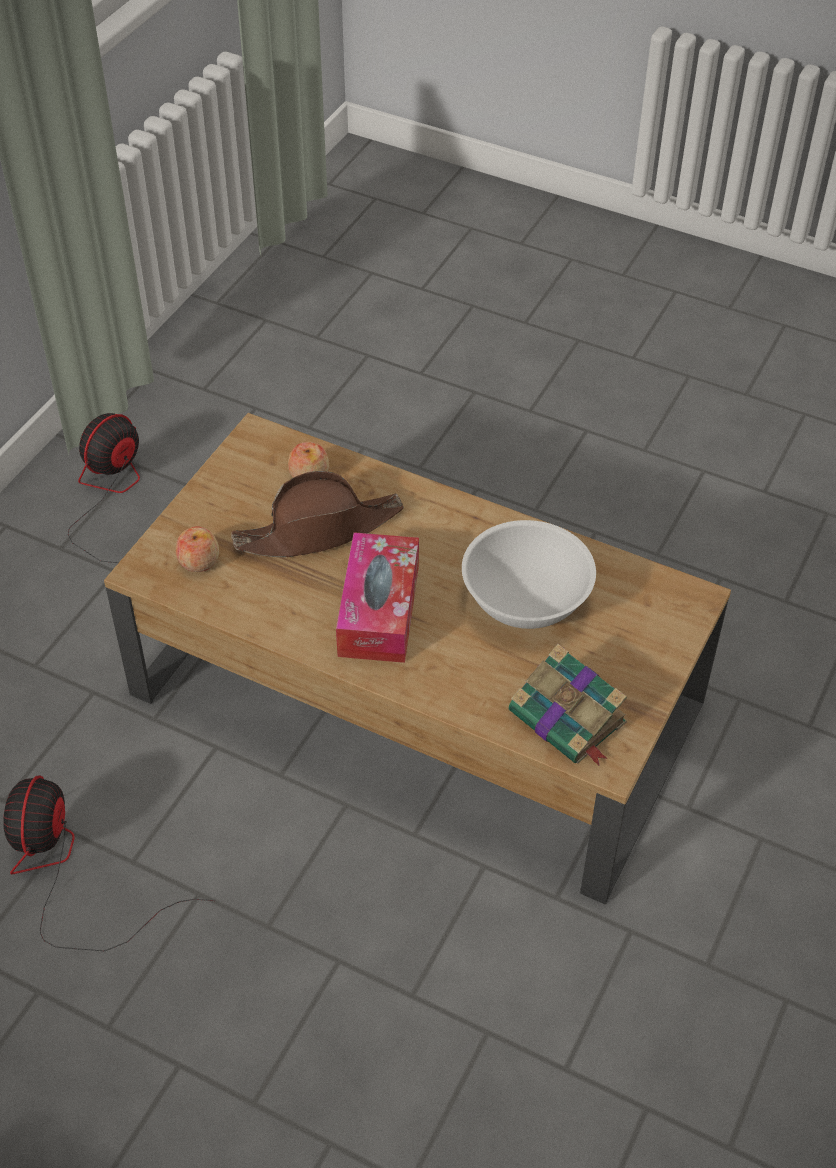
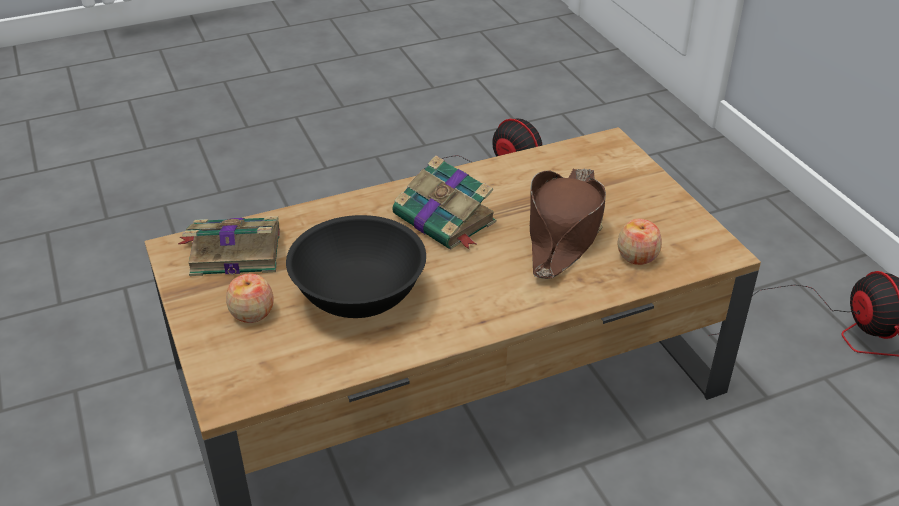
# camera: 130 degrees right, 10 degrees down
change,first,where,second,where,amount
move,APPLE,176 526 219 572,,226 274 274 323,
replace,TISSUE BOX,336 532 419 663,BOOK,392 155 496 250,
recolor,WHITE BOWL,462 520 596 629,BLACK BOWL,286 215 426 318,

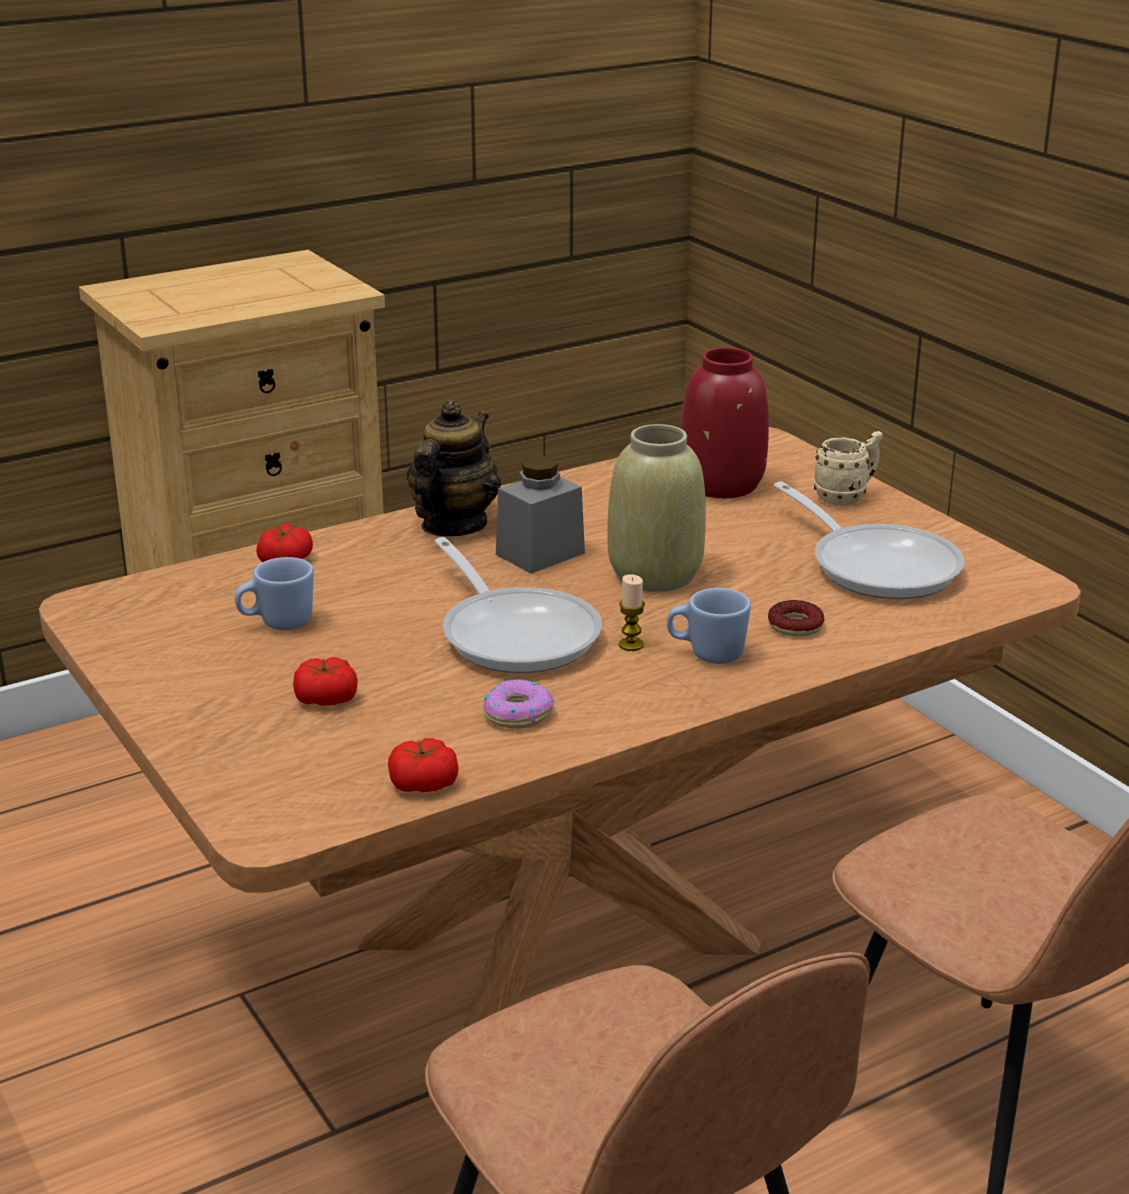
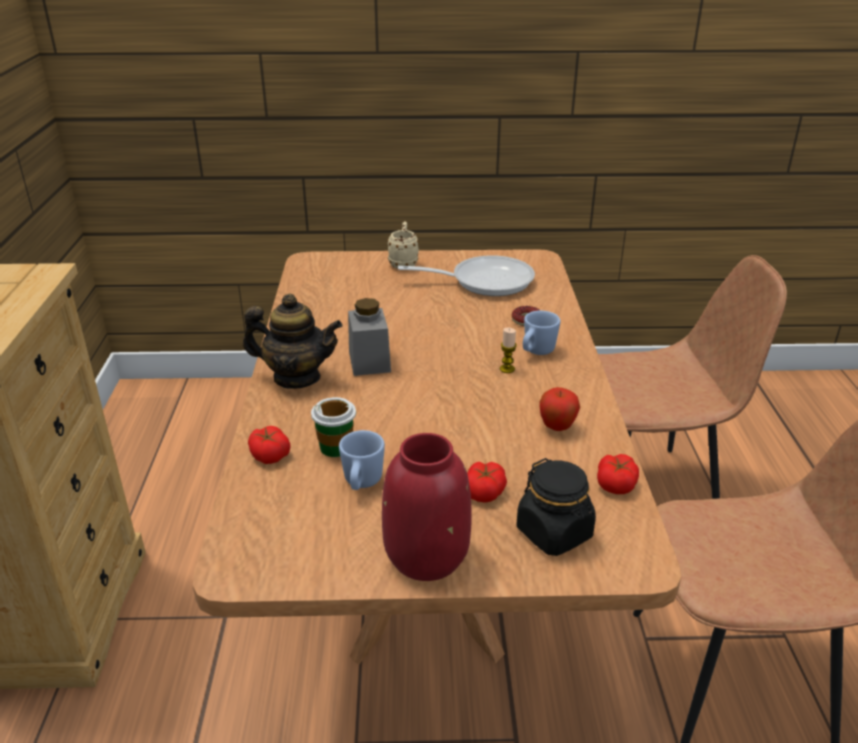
# camera: 60 degrees left, 5 degrees up
change,first,where,second,where,amount
rotate,TEAPOT,407 400 501 536,,243 294 342 389,135 degrees clockwise
delete,FRYING PAN,434 537 602 673,,,
replace,DONUT,483 679 555 728,APPLE,540 387 580 431,
delete,BEIGE VASE,607 424 706 592,,,
move,RED VASE,681 348 769 498,,382 433 472 581,
insert,,,CUP,311 397 356 457,
insert,,,BLACK JAR,517 458 596 556,

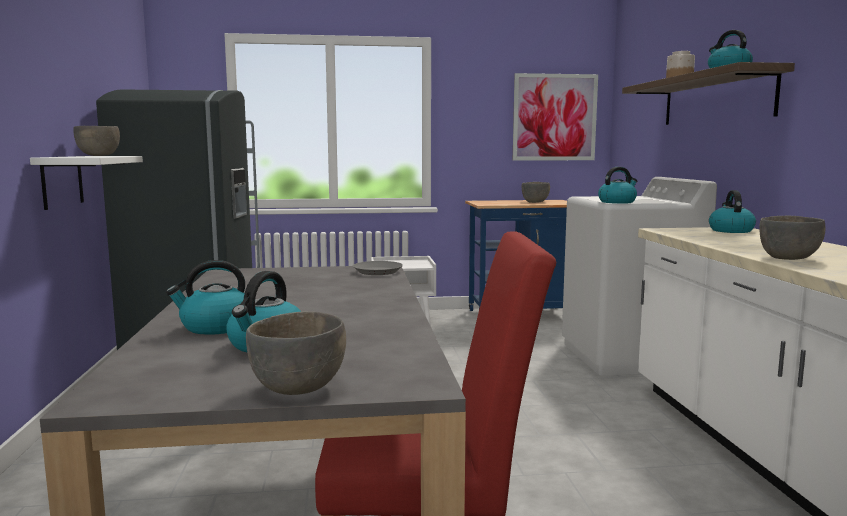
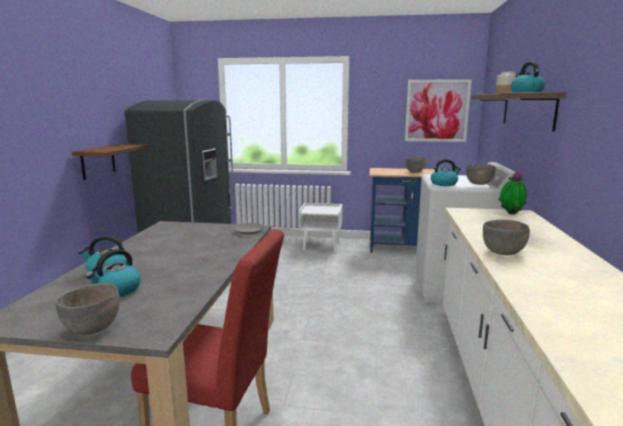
# camera: 15 degrees right, 5 degrees up
change,first,where,second,where,amount
recolor,WHITE SHELF,30 156 143 210,BROWN SHELF,72 144 148 180,
move,GREY BOWL,73 126 120 156,,466 165 495 185,
replace,KETTLE,709 190 756 233,POTTED PLANT,498 171 527 215,

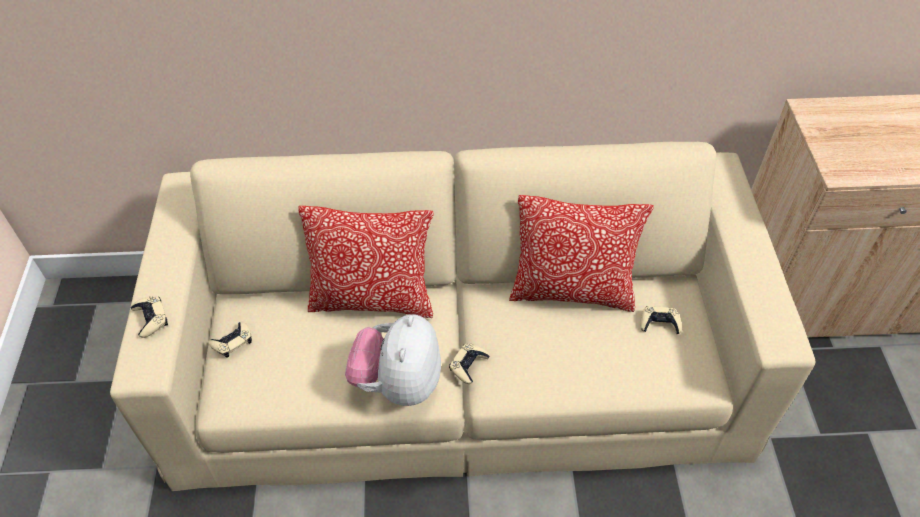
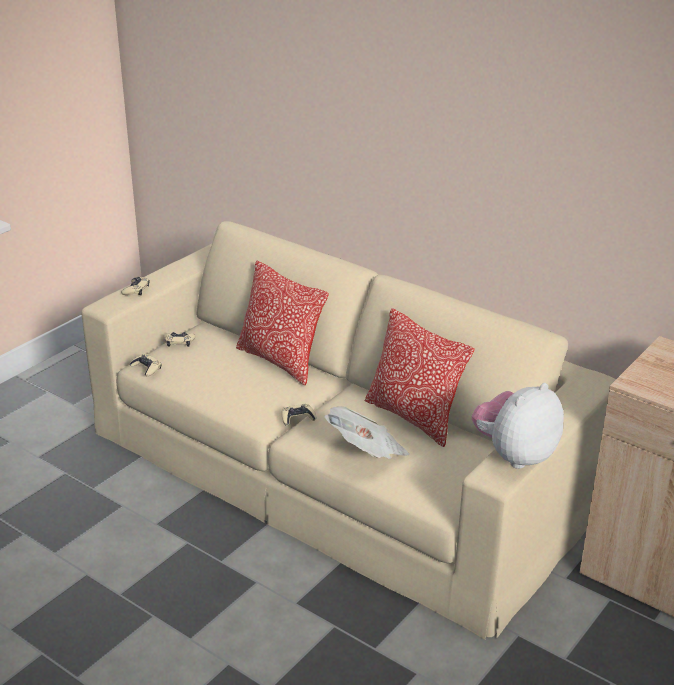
# camera: 40 degrees right, 20 degrees down
change,first,where,second,where,amount
move,PLUSH TOY,345 314 441 406,,472 383 564 469,
move,BEIGE GAME CONTROLLER,640 306 682 334,,130 354 161 377,
insert,,,NEWSPAPER,324 406 409 459,

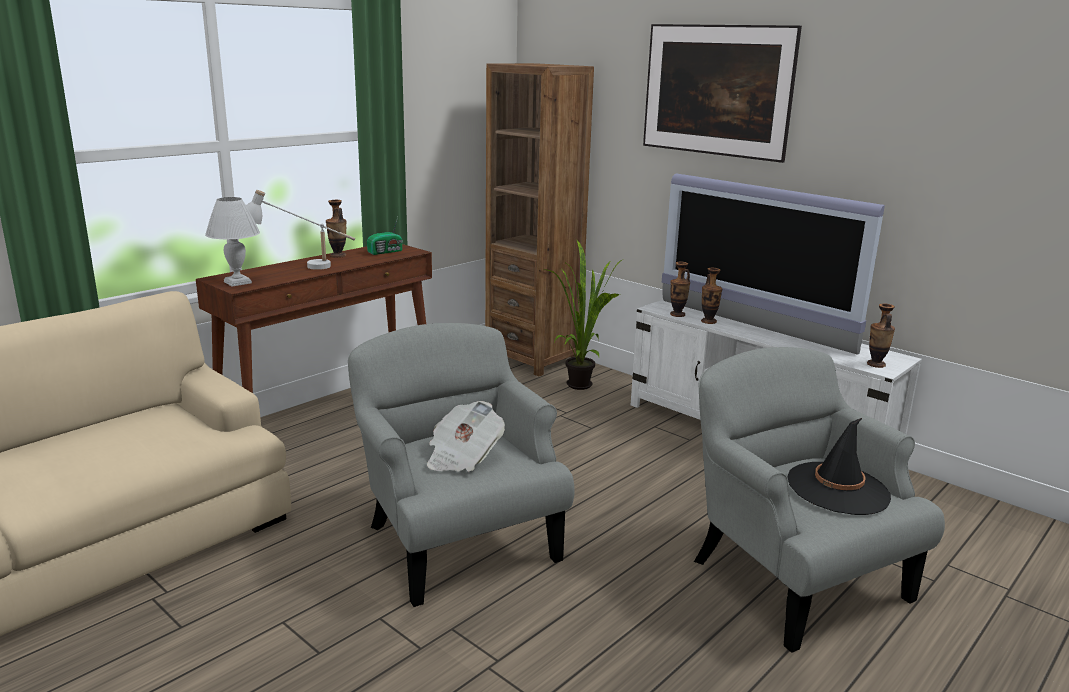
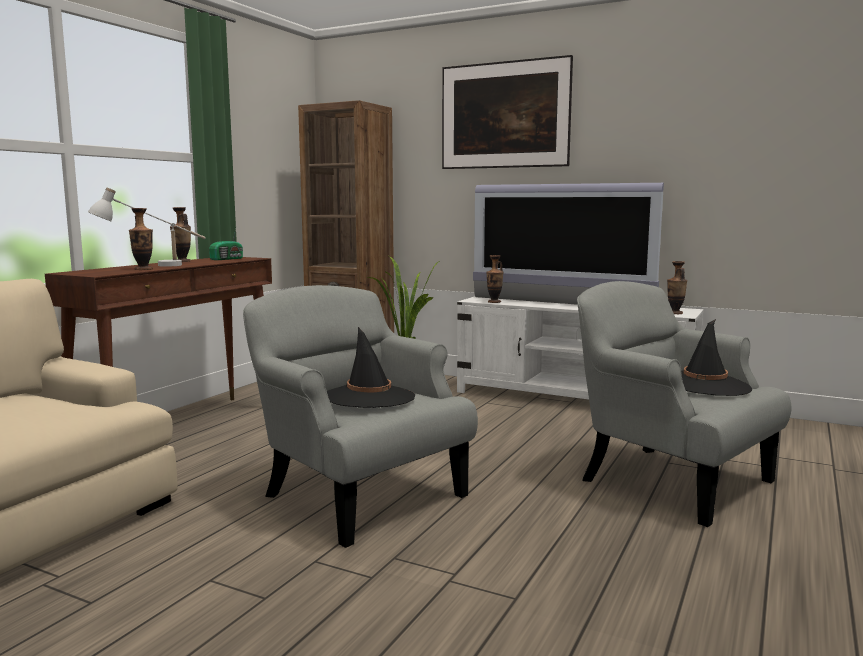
# camera: 15 degrees left, 10 degrees down
change,first,where,second,where,amount
delete,WHITE TABLE LAMP,205 197 260 287,,,
replace,NEWSPAPER,427 401 505 472,BLACK HAT,327 327 415 408,
move,VASE,701 268 722 324,,129 208 153 270,

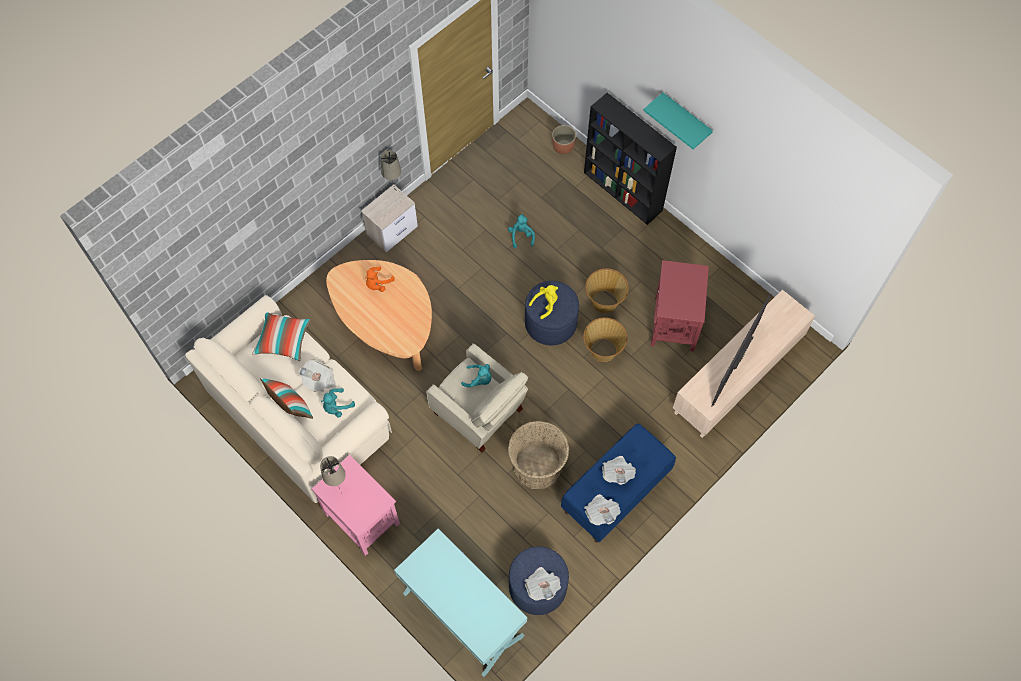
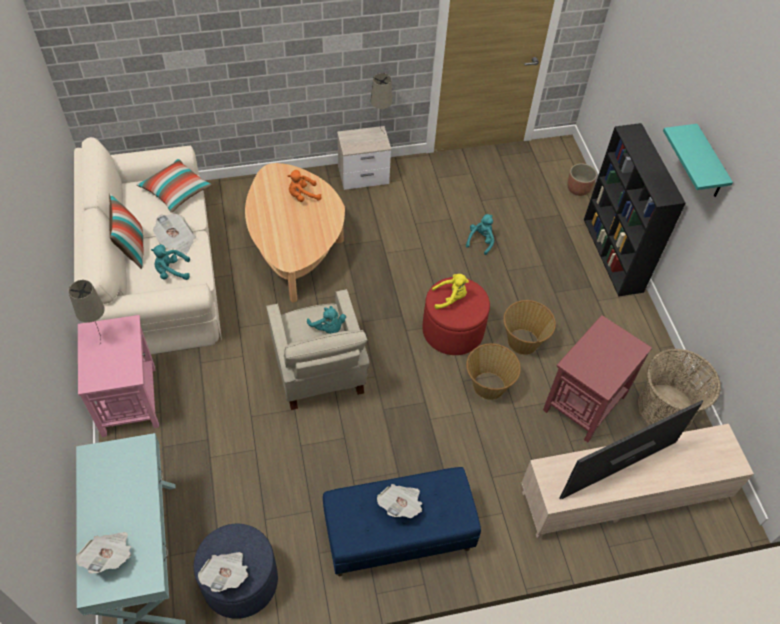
# camera: 30 degrees right, 10 degrees down
change,first,where,second,where,amount
move,BASKET,508 421 569 489,,637 349 721 431,
recolor,BLUE OTTOMAN,525 281 579 345,RED OTTOMAN,422 277 490 355,
move,NEWSPAPER,584 494 621 525,,76 532 131 573,

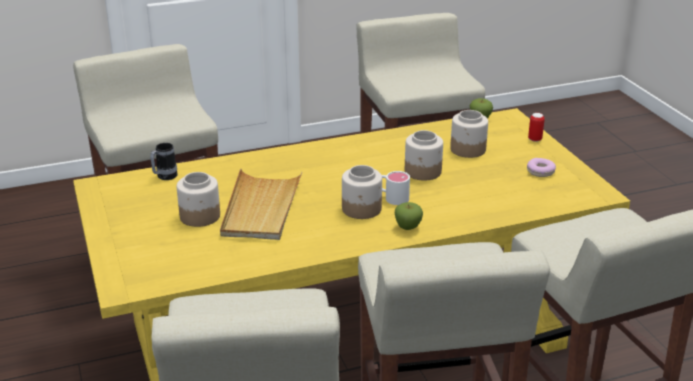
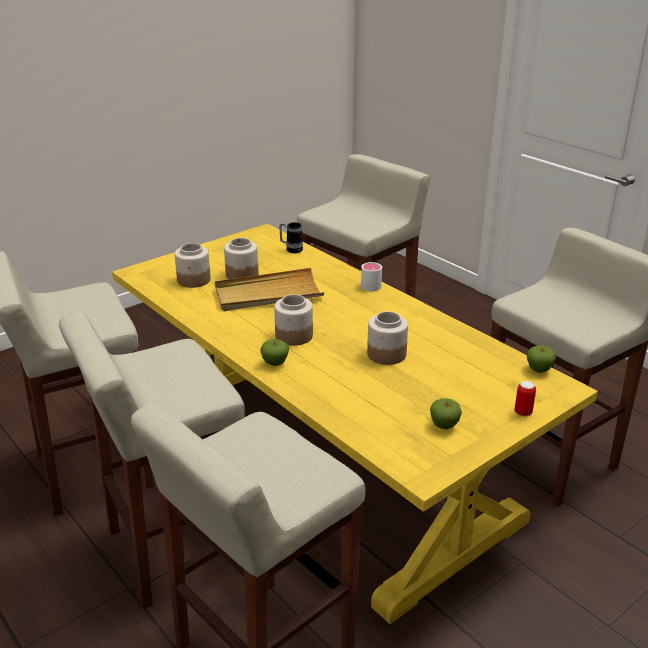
# camera: 70 degrees right, 0 degrees up
change,first,where,second,where,amount
move,WHITE MUG,382 171 410 205,,361 262 382 291,
move,JAR,450 110 488 158,,175 243 211 288,
replace,DONUT,527 158 556 177,APPLE,430 398 462 429,

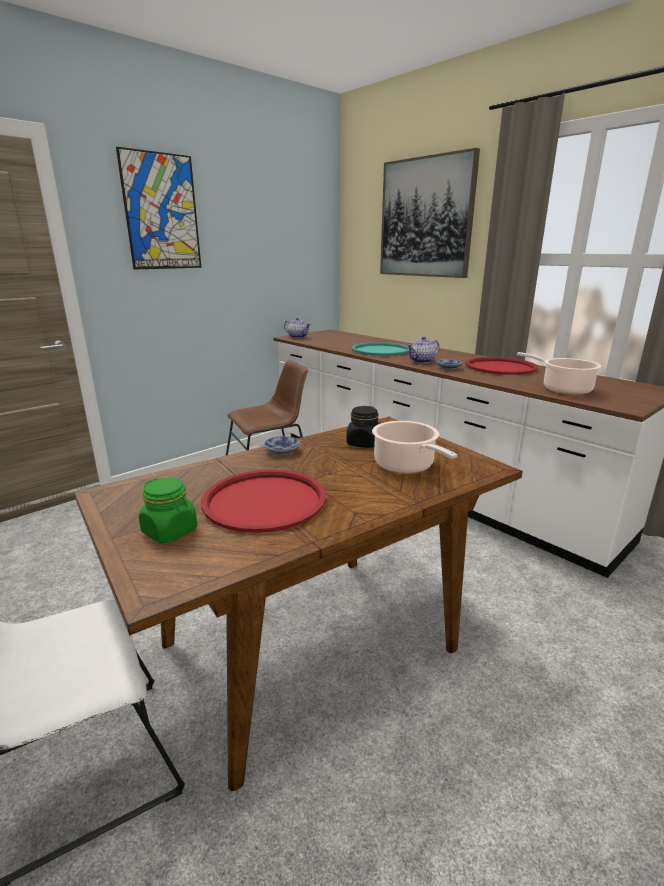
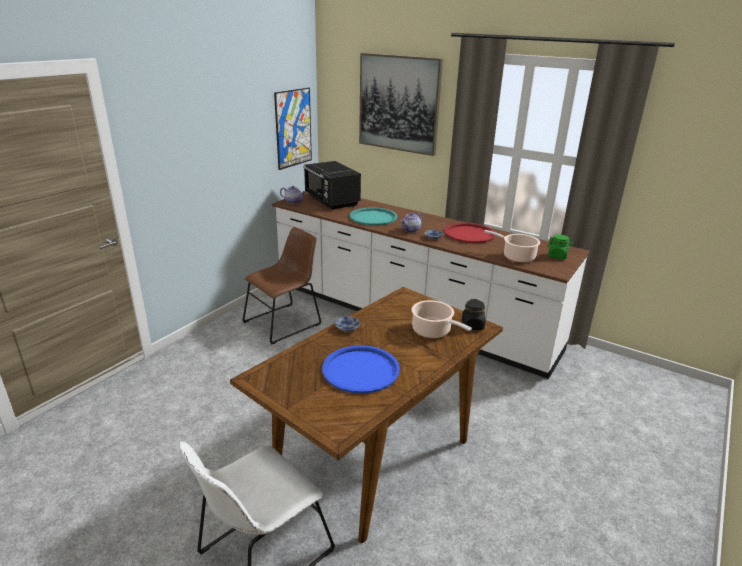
# camera: 15 degrees left, 5 degrees up
change,first,where,second,where,amount
move,PICTURE,116 147 201 270,,274 88 312 170,
move,GREEN JAR,139 478 197 543,,547 234 573 259,
recolor,RED TRAY,201 469 326 533,BLUE TRAY,322 345 400 394,
move,BLACK JAR,346 406 379 448,,462 299 485 330,
insert,,,BLACK MICROWAVE,303 161 361 210,

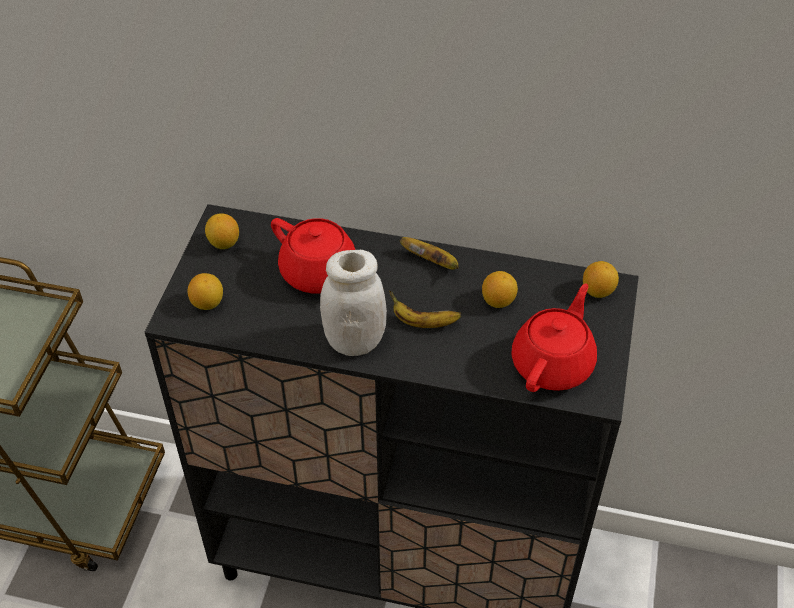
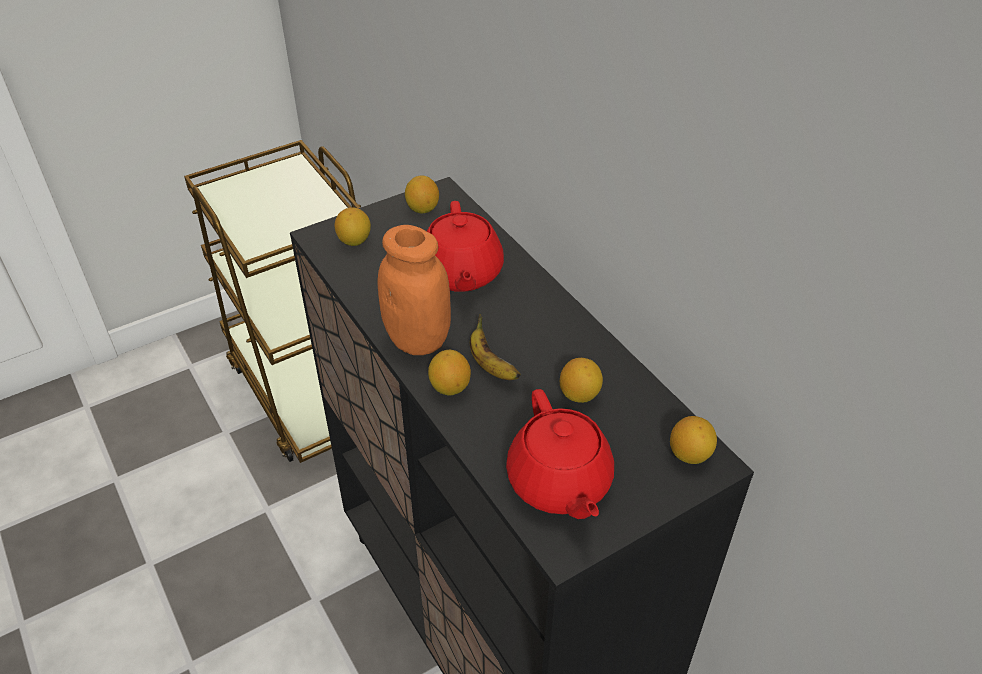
# camera: 45 degrees right, 5 degrees down
change,first,where,second,where,amount
recolor,WHITE JAR,320 250 387 356,ORANGE JAR,378 225 451 355,
delete,BANANA,400 237 459 270,,,
rotate,RED TEAPOT,512 283 597 392,,506 389 614 519,90 degrees clockwise
insert,,,LEMON,428 350 471 396,

